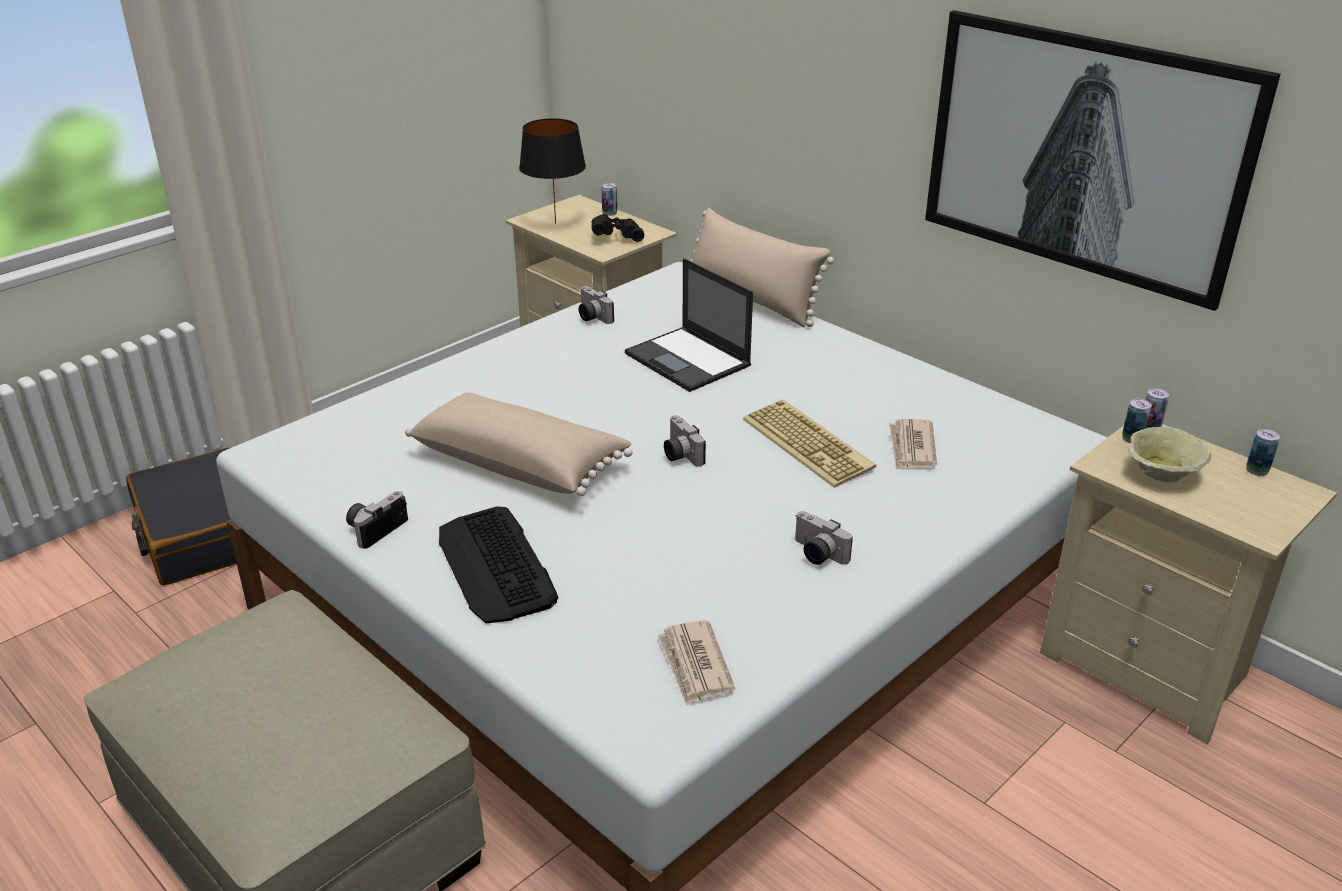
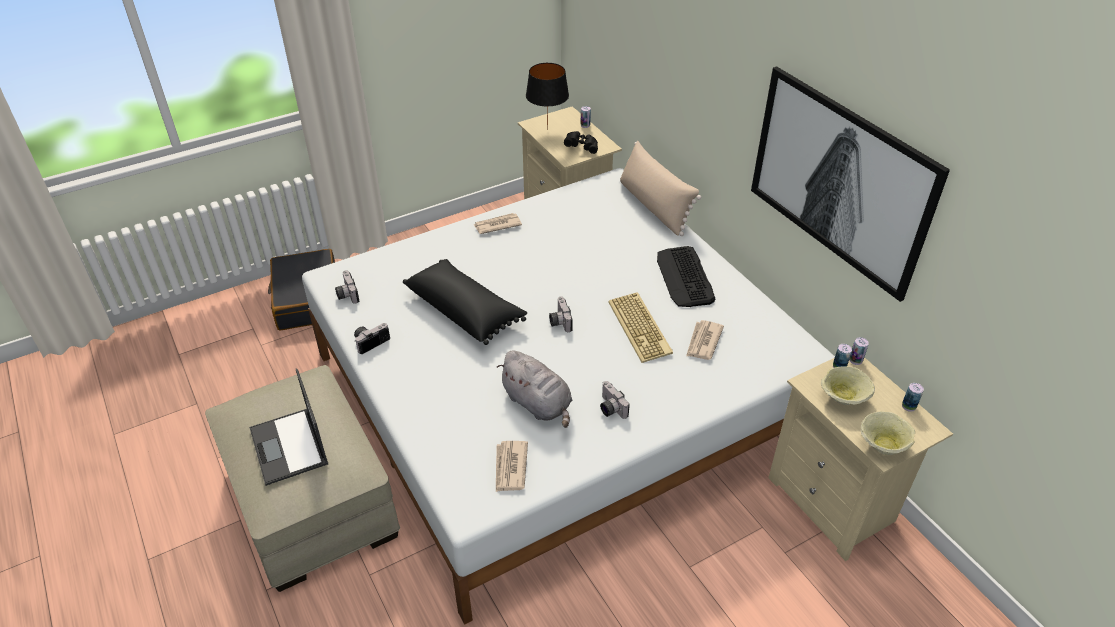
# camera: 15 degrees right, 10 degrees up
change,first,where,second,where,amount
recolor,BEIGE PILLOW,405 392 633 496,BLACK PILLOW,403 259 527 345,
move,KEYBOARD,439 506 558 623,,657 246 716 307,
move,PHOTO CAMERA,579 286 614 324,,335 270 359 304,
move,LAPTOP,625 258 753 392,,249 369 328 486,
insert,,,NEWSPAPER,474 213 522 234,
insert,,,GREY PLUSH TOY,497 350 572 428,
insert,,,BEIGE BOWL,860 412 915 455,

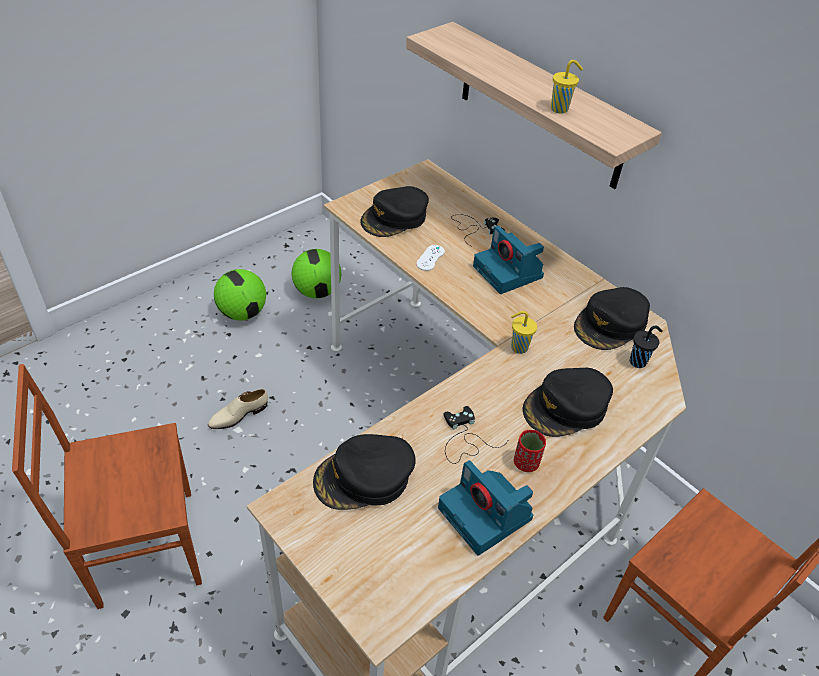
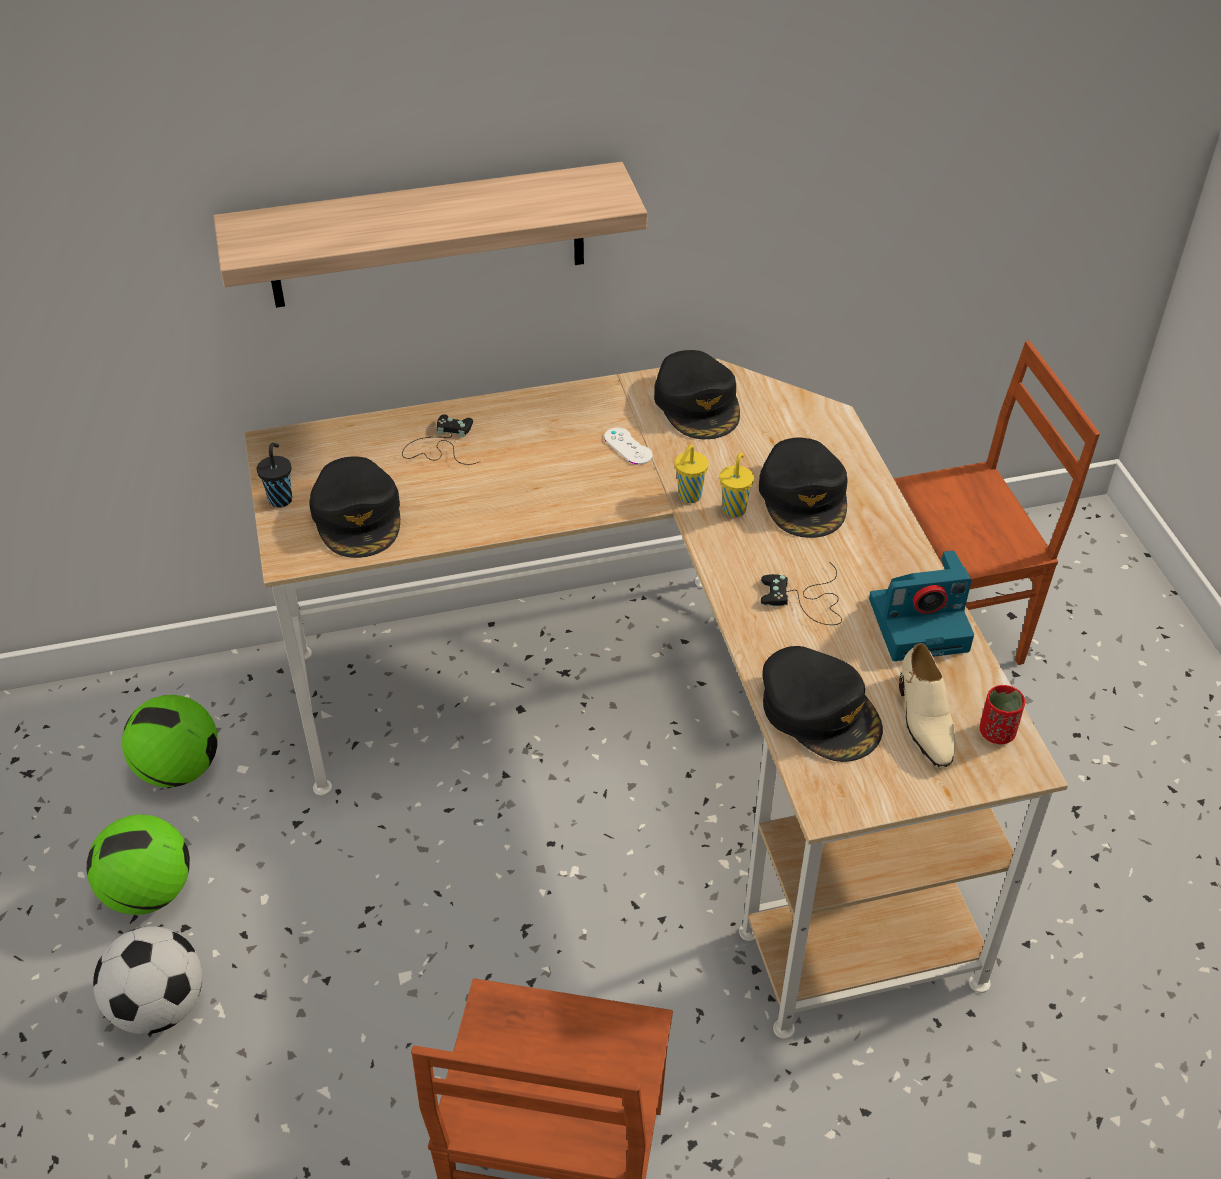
# camera: 60 degrees left, 0 degrees up
change,first,where,second,where,amount
move,BEIGE SHOE,208 389 268 429,,899 643 955 768,
rotate,BLACK CAP,313 434 416 510,,762 646 883 762,45 degrees counterclockwise
move,WHITE GAME CONTROLLER,416 245 445 271,,604 427 652 465,
delete,PHOTO CAMERA,473 226 544 294,,,
move,RED CUP,514 430 546 472,,980 685 1025 744,
move,YELLOW CUP,551 60 583 114,,720 453 754 518,
move,BLACK CUP,629 326 663 368,,257 443 292 508,
insert,,,FOOTBALL,93 926 202 1034,

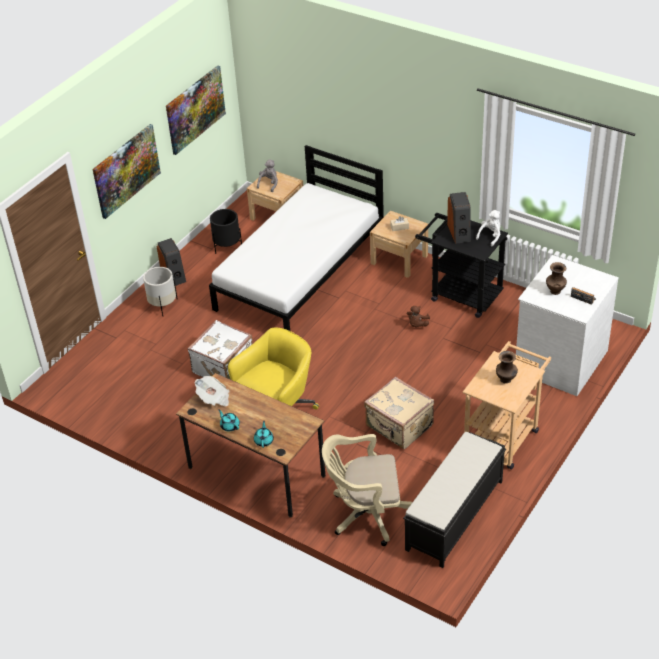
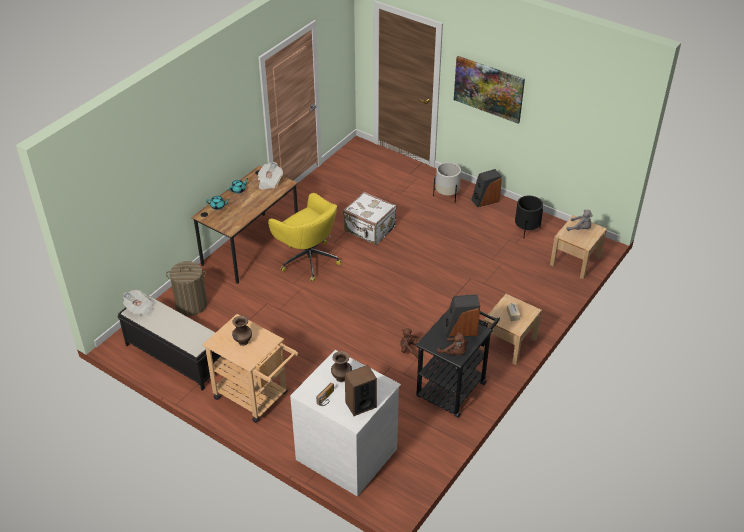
# camera: 90 degrees right, 0 degrees up
change,first,where,second,where,amount
delete,PICTURE,166 65 226 155,,,
delete,WHITE BED,209 145 384 331,,,
replace,BEIGE OFFICE CHAIR,322 434 412 546,LAUNDRY BASKET,166 261 207 316,
delete,BEIGE SUITCASE,364 377 434 449,,,
recolor,WHITE PLUSH TOY,476 210 500 246,BROWN PLUSH TOY,437 332 468 355,
insert,,,NEWSPAPER,123 290 154 316,
insert,,,SPEAKER,345 365 377 416,

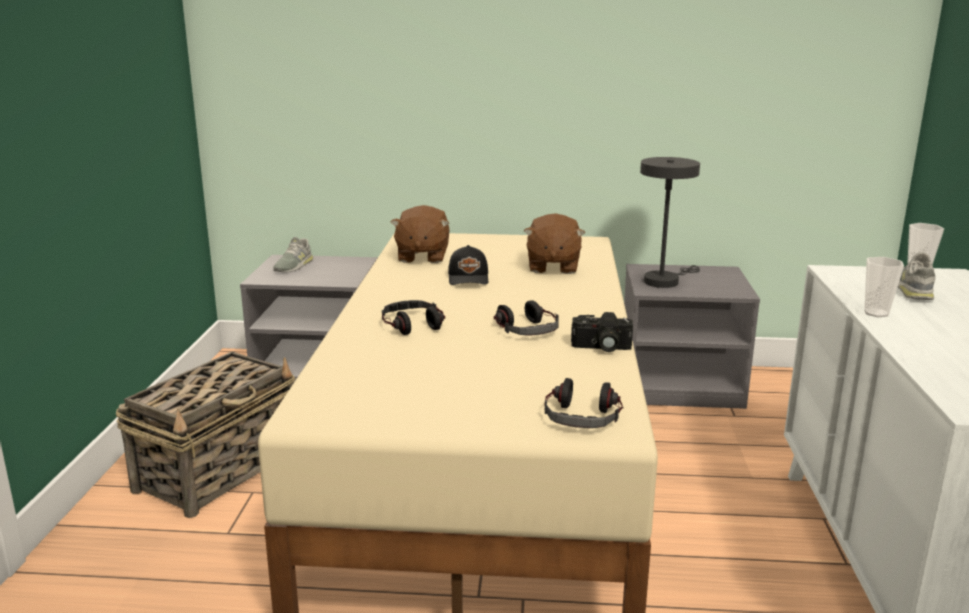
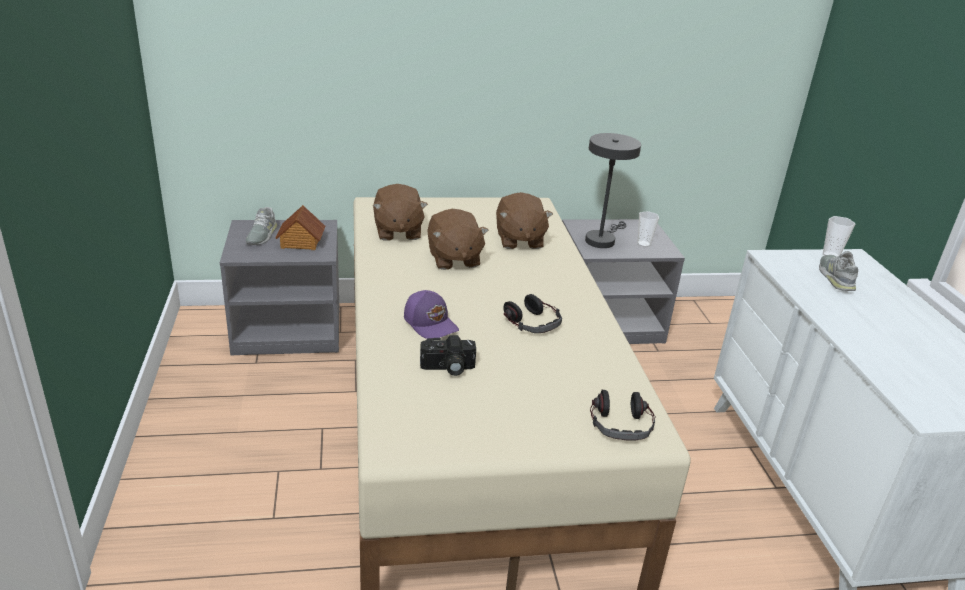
# camera: 15 degrees left, 10 degrees up
change,first,where,second,where,amount
delete,BASKET,116 351 295 518,,,
replace,HEADPHONES,382 300 445 335,PURPLE CAP,404 290 459 339,
replace,BLACK CAP,448 245 488 285,BROWN PLUSH TOY,427 209 489 270,
move,PHOTO CAMERA,571 312 633 352,,420 335 476 376,
move,CUP,864 257 904 317,,638 211 659 247,
insert,,,TOY HOUSE,275 205 325 250,

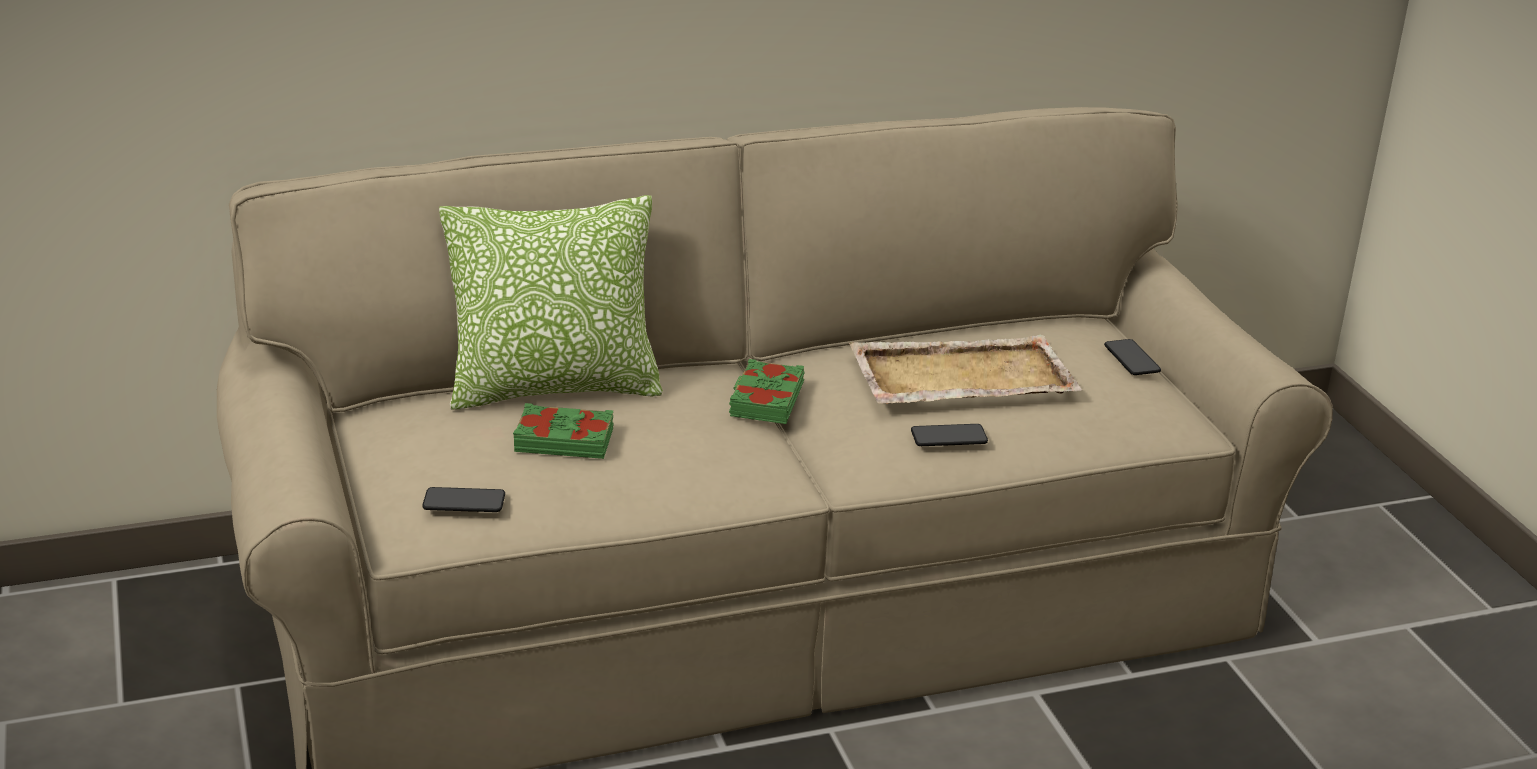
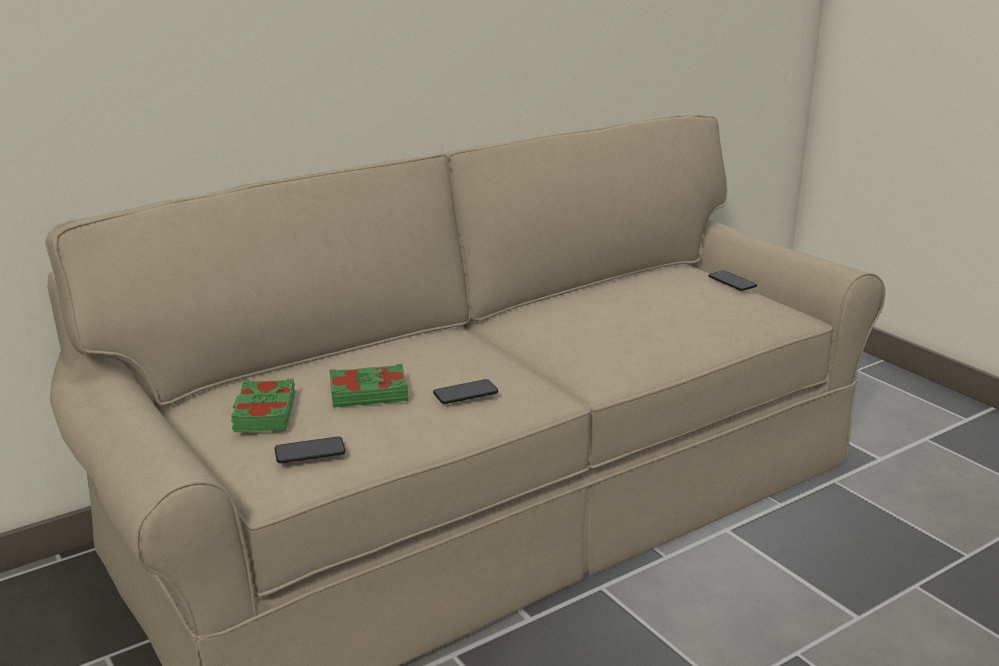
# camera: 15 degrees left, 5 degrees down
change,first,where,second,where,amount
delete,PILLOW,439 195 663 410,,,
move,GREEN BOOK,729 359 805 424,,231 379 296 432,
delete,BEIGE TRAY,849 335 1082 404,,,
move,PHONE,911 424 988 446,,433 379 498 404,

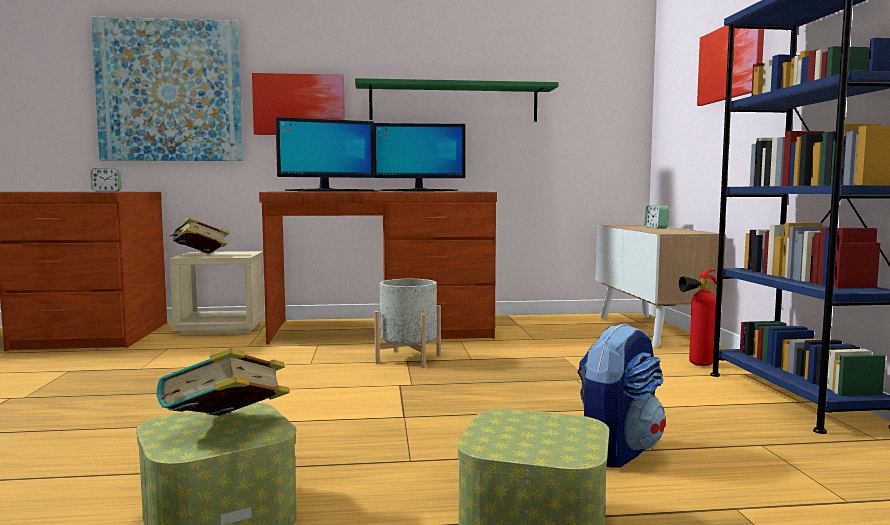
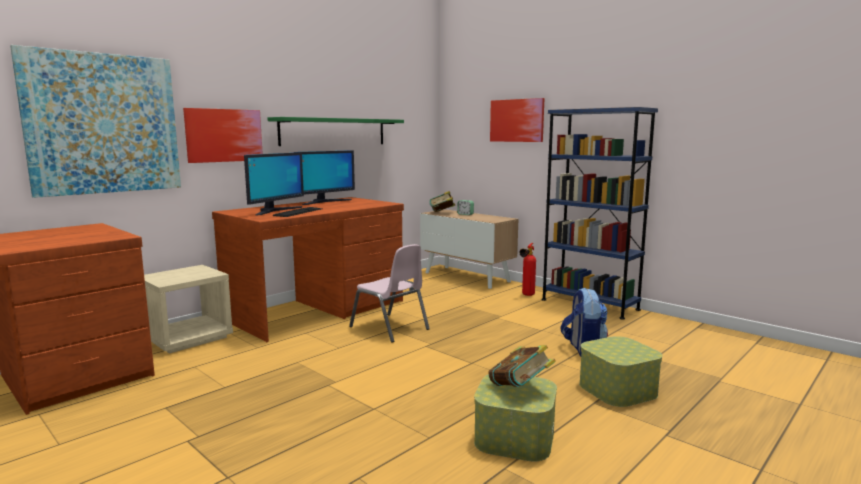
# camera: 40 degrees left, 5 degrees up
change,first,where,second,where,amount
delete,ALARM CLOCK,91 168 121 192,,,
move,BOOK,171 217 229 254,,429 191 455 212,
replace,GREY PLANTER,374 279 441 368,PINK CHAIR,349 244 430 343,

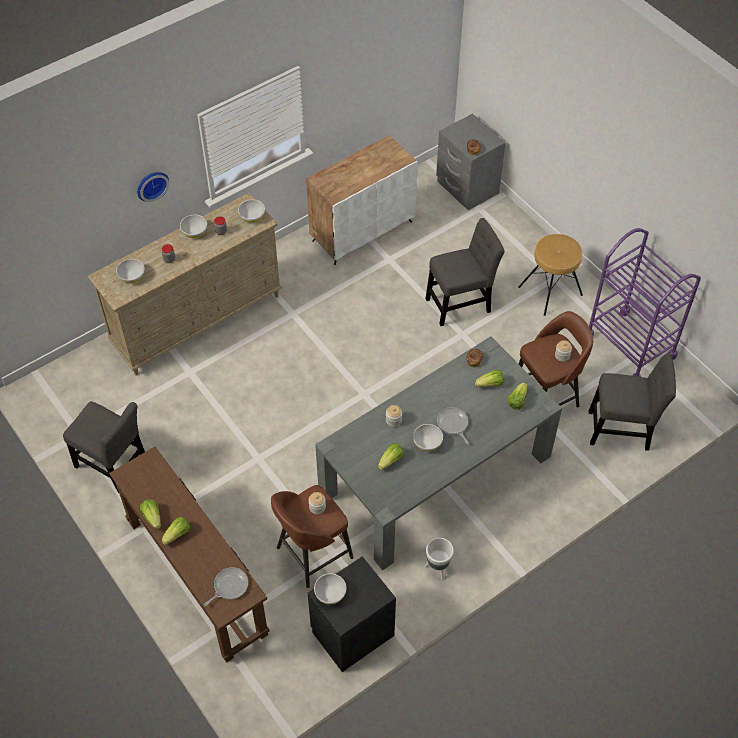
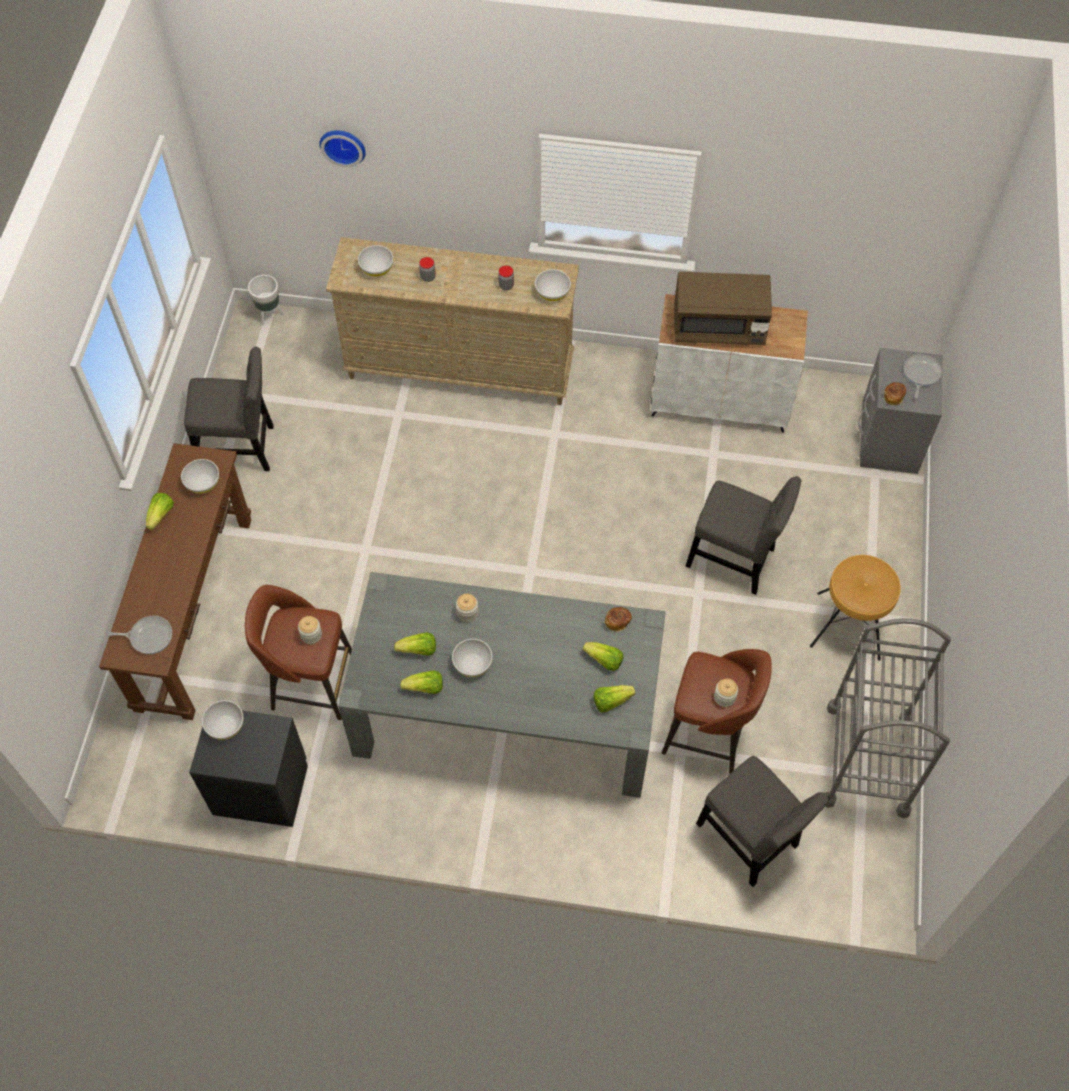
# camera: 45 degrees right, 5 degrees up
change,first,where,second,where,amount
rotate,GREY CHAIR,63 401 145 493,,184 347 274 471,75 degrees counterclockwise
move,WALL CLOCK,137 172 169 202,,319 130 366 167,
move,LETTUCE,161 517 191 545,,400 670 443 694,
move,WHITE BOWL,180 215 207 238,,181 459 219 493,
move,WHITE PLANTER,425 538 454 580,,248 275 284 325,
move,FRYING PAN,437 407 469 444,,904 354 942 398,
recolor,PURPLE CART,589 228 701 377,GREY CART,825 618 951 818,
insert,,,BROWN MICROWAVE,674 272 772 345,

